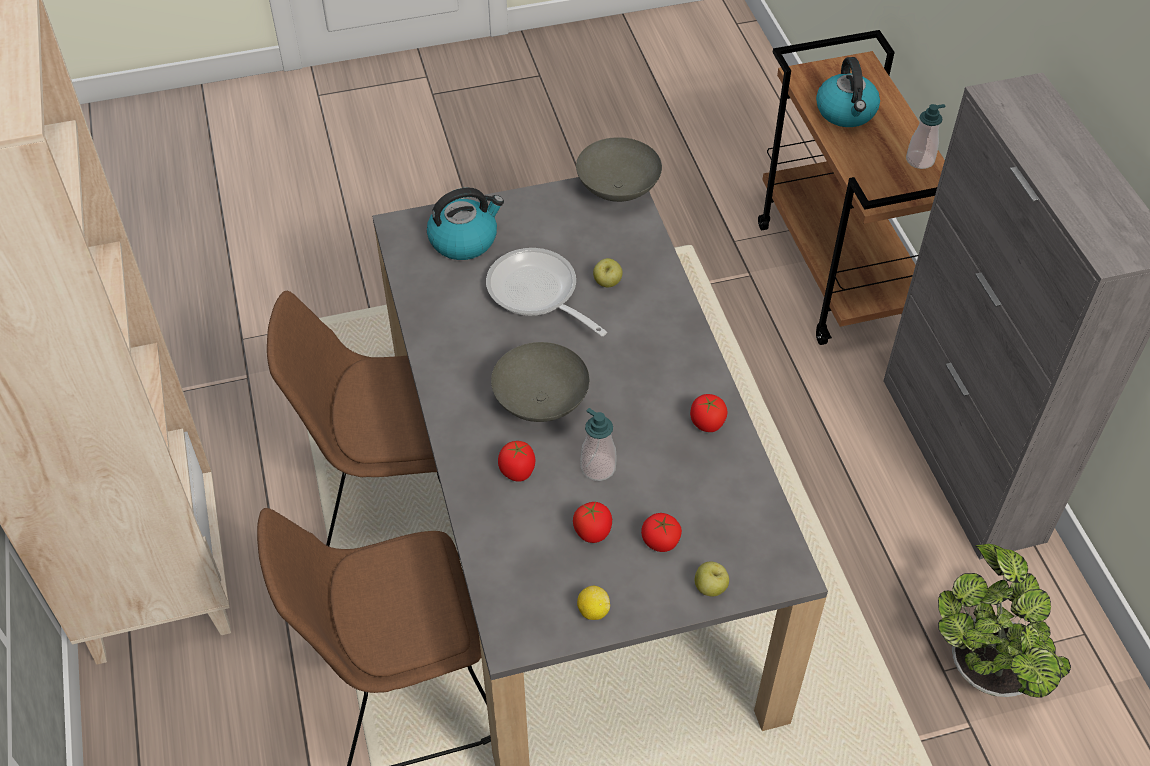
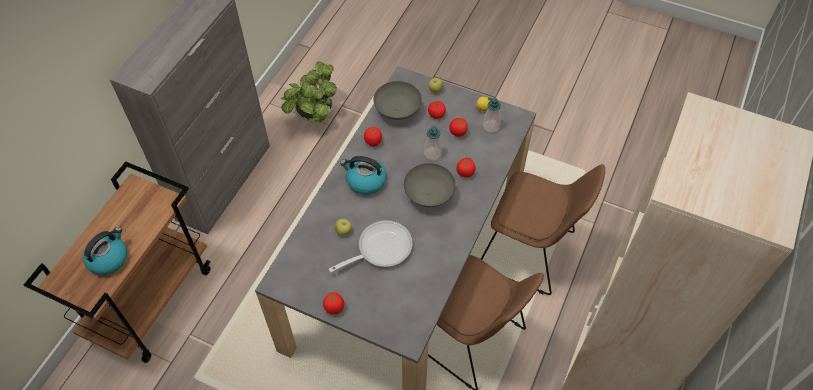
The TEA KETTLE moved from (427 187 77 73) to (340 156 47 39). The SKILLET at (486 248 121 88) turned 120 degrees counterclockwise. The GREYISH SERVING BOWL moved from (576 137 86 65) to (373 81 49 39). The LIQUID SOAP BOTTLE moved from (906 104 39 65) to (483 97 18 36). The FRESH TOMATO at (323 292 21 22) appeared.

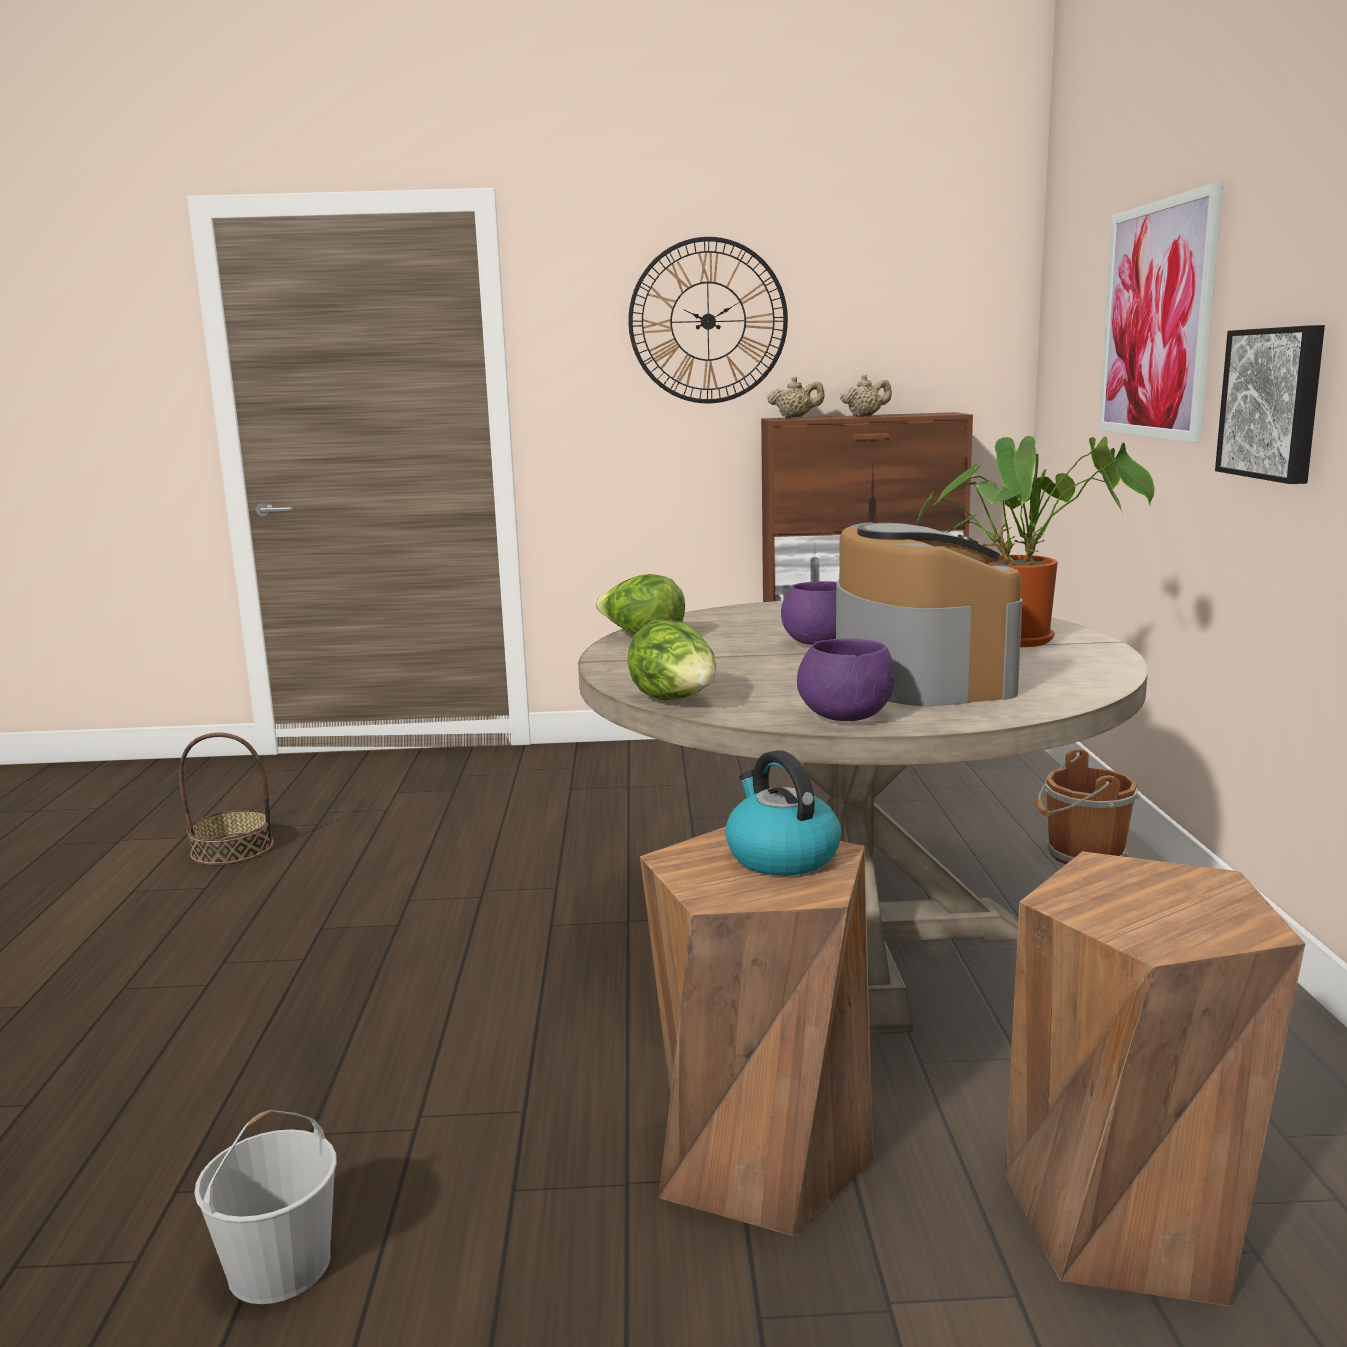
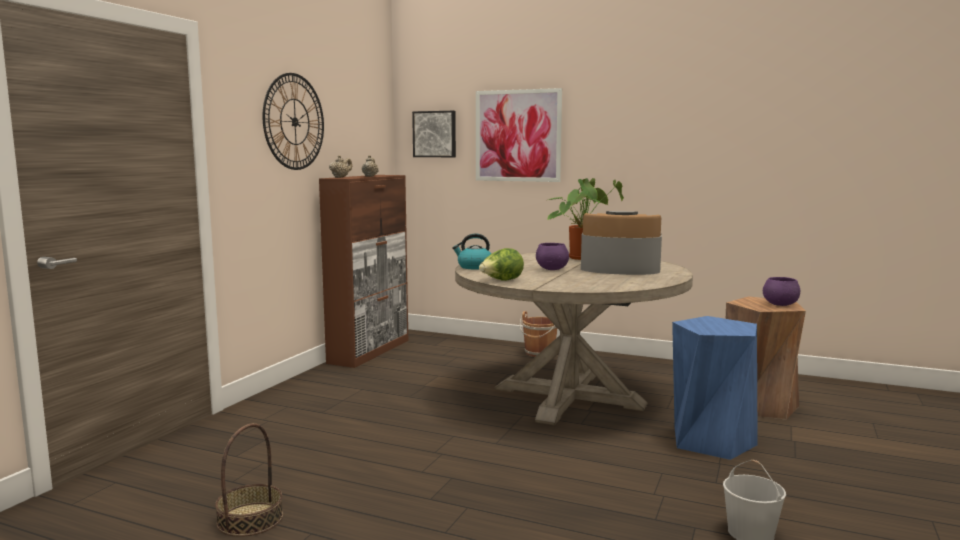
The LETTUCE HEAD at (627 620 89 80) disappeared. The BROWN-COLOURED STOOL at (640 827 233 409) became the BLUISH STOOL at (672 316 86 144). The TEA KETTLE moved from (725 750 116 126) to (452 233 39 36). The PURPLE SERVING BOWL moved from (797 638 98 83) to (763 277 37 29). The WALL PICTURE moved from (1215 325 110 159) to (412 111 44 46).

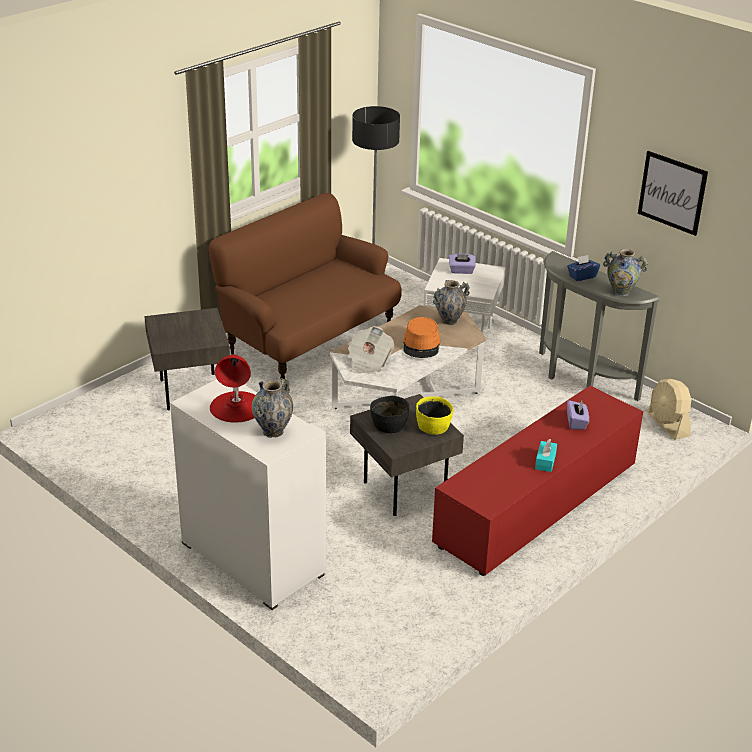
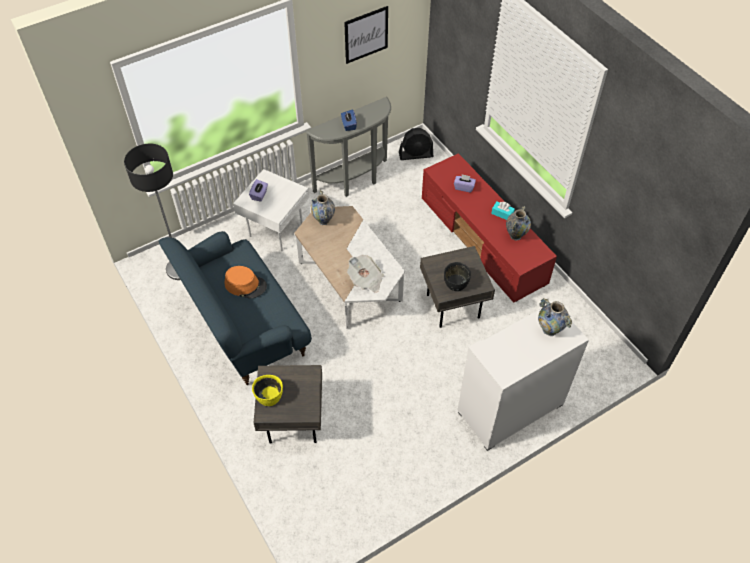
The BROWN-COLOURED SOFA at (209 193 193 186) became the BLUISH SOFA at (159 231 153 154). The REDDISH TABLETOP LAMP at (210 354 45 69) disappeared. The ORANGE WEARABLE HAT moved from (403 317 38 41) to (225 266 42 32). The YELLOW-COLOURED SERVING BOWL moved from (416 396 37 39) to (252 375 31 31). The VASE moved from (603 249 45 47) to (506 206 25 34). The BEIGE FAN at (647 379 44 61) became the BLACK FAN at (399 128 34 32).

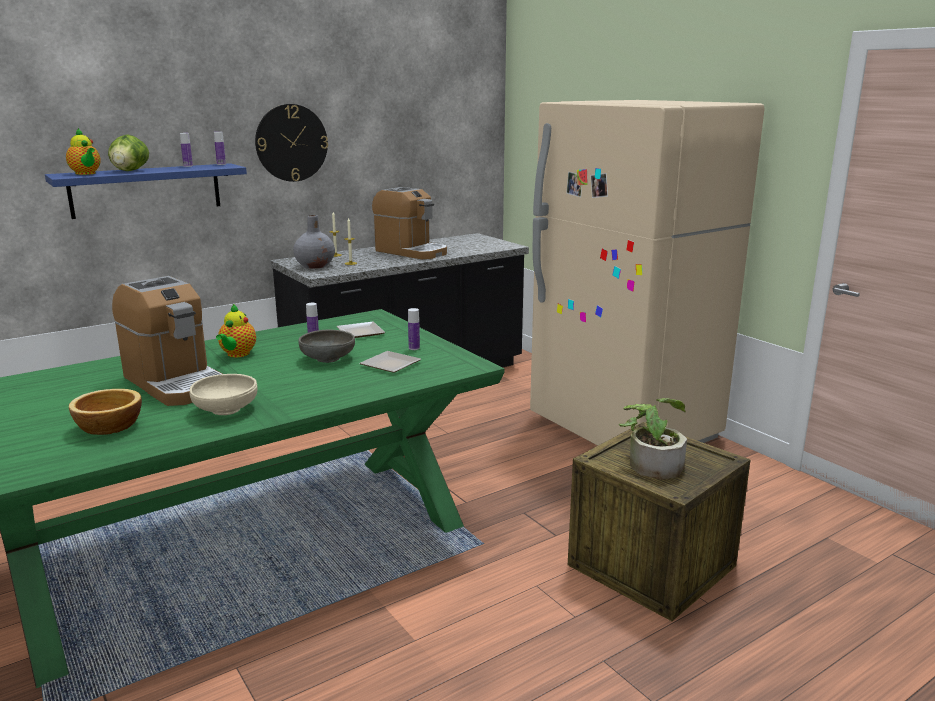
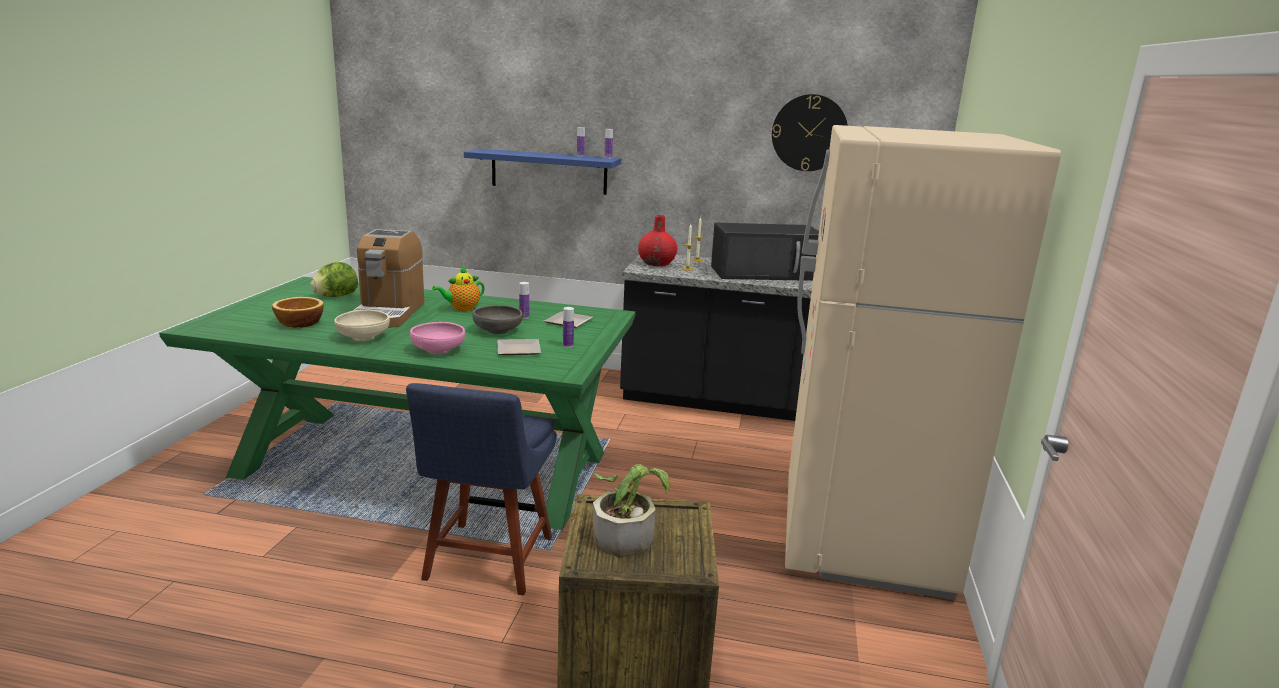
The TEA POT at (66 128 35 47) disappeared. The LETTUCE HEAD moved from (108 135 41 36) to (310 262 48 35). The CLOCK ON THE WALL moved from (255 104 73 78) to (772 94 76 77). The GREYISH VASE at (293 215 42 54) became the REDDISH VASE at (638 215 39 51). The COFFEE MAKER at (372 187 75 72) was replaced by the BLACK KITCHEN MICROWAVE at (711 223 108 58). The BLUISH PLAIN CHAIR at (406 383 151 212) appeared. The PINK SERVING BOWL at (410 322 55 32) appeared.

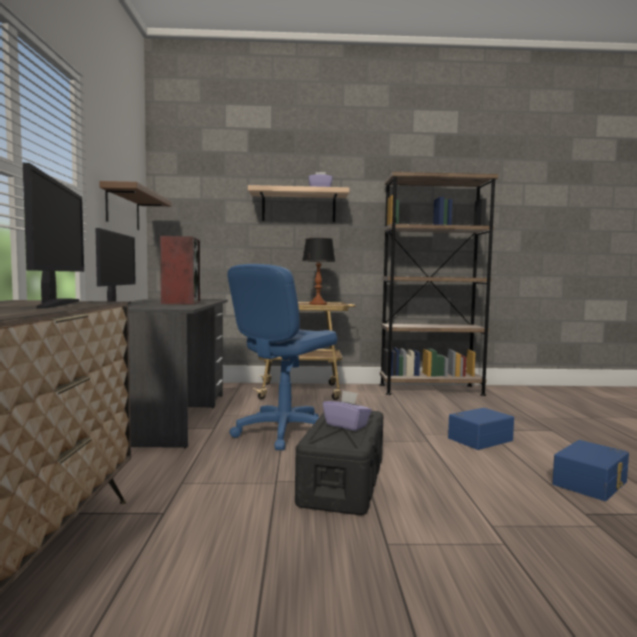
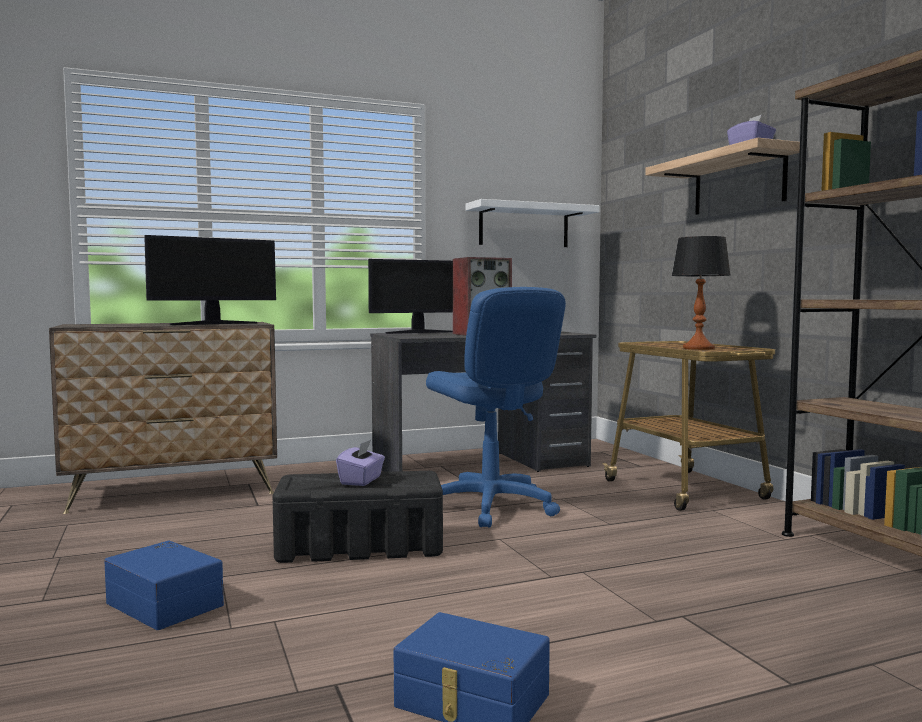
The BROWN-COLOURED SHELF at (99 181 72 49) became the WHITE-COLOURED SHELF at (465 199 134 48). The BLUISH COMPUTER CHAIR at (227 264 110 187) turned 135 degrees counterclockwise. The BLUISH STORAGE BOX moved from (448 408 66 42) to (104 541 120 89).

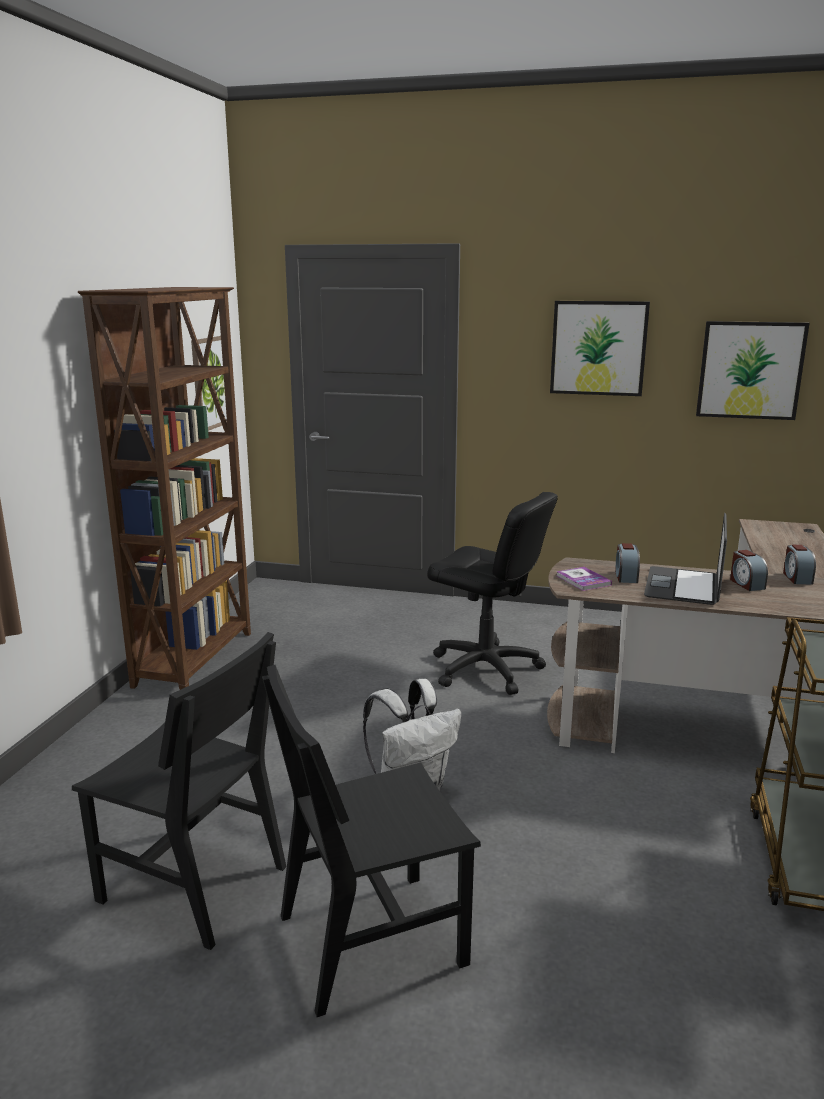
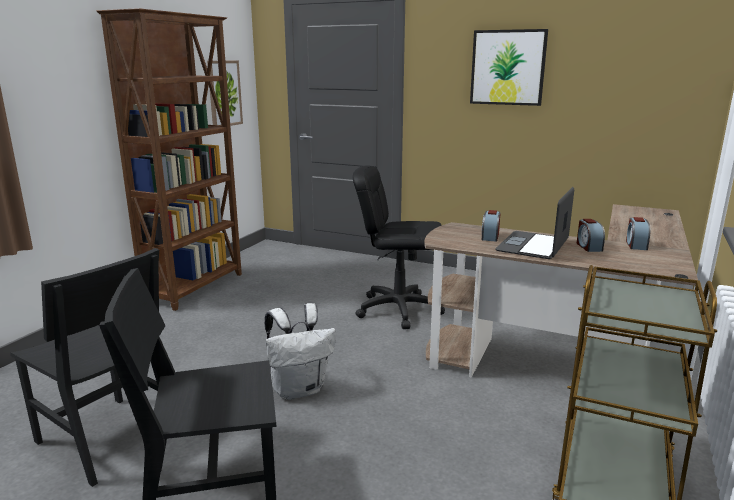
The BLACK COMPUTER CHAIR at (427 492 131 203) turned 150 degrees clockwise. The BOUND BOOK at (556 567 56 24) disappeared. The WALL PICTURE at (696 321 114 99) disappeared.

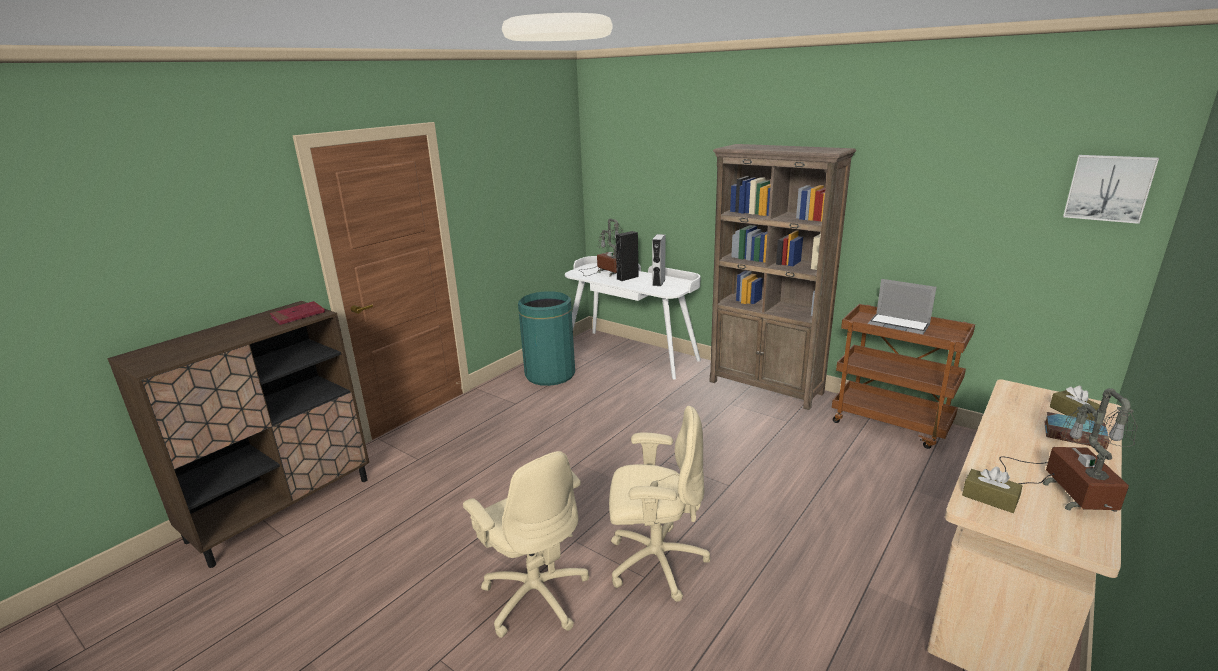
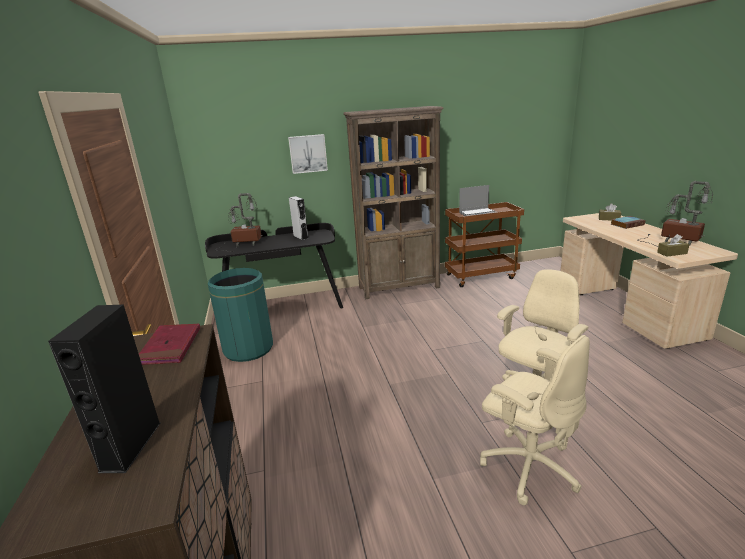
The BEIGE COMPUTER CHAIR at (463 451 126 187) turned 45 degrees clockwise. The WHITE-COLOURED DESK UNIT at (565 256 136 123) became the BLACK DESK UNIT at (205 223 138 85). The BLACK LOUDSPEAKER moved from (616 231 23 50) to (48 305 112 168). The WALL PICTURE moved from (1063 155 96 69) to (288 134 40 40).

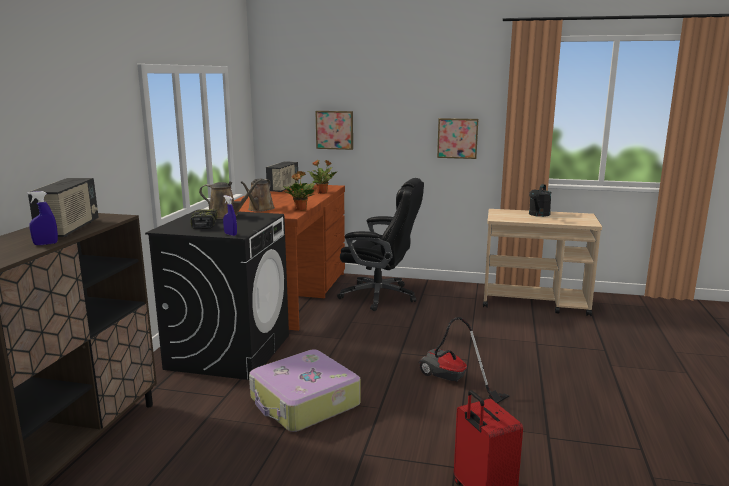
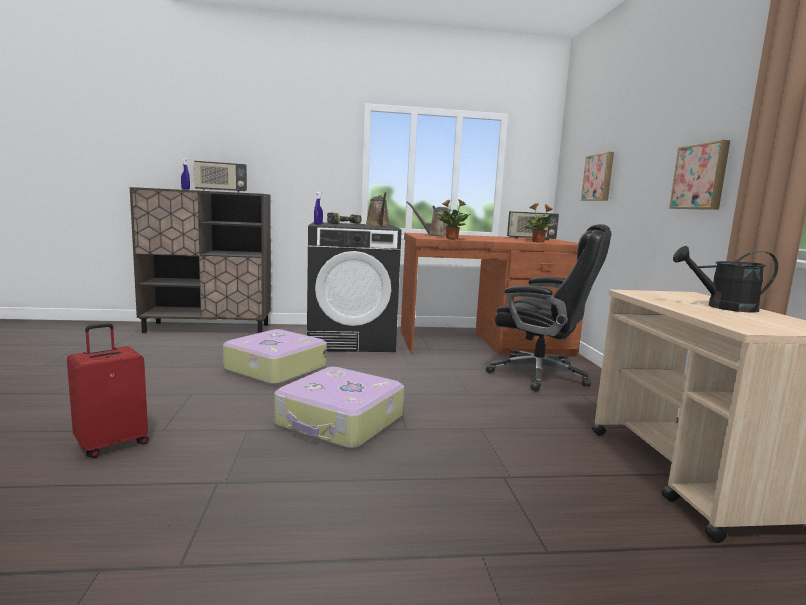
The BLACK COMPUTER CHAIR at (337 178 87 133) turned 60 degrees counterclockwise. The VACUUM at (419 317 91 87) was replaced by the PIECE OF LUGGAGE at (274 367 130 82).

